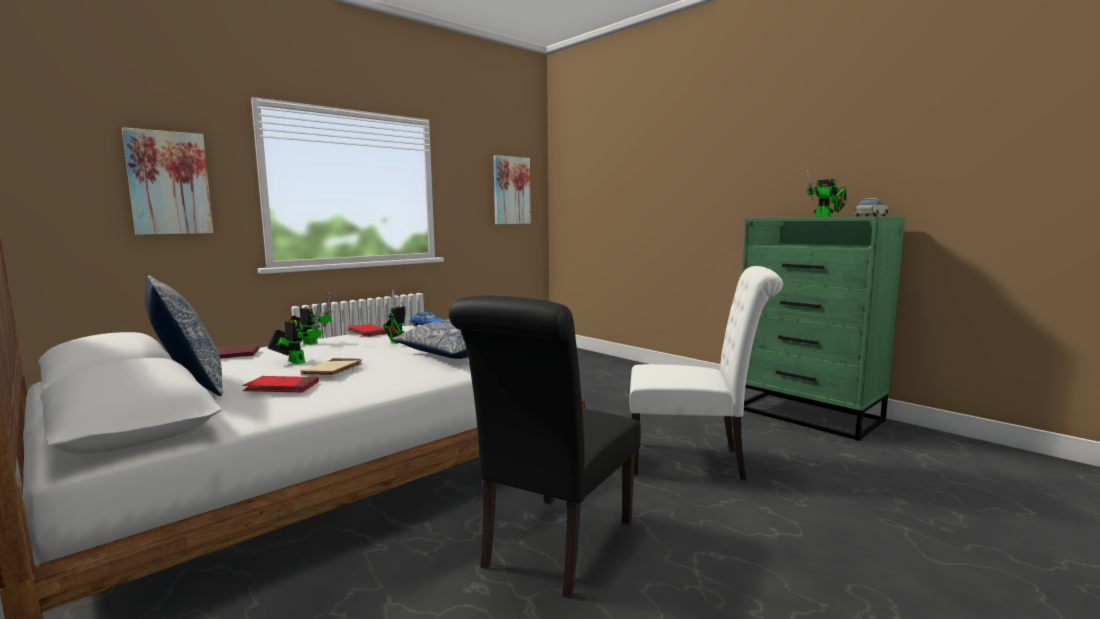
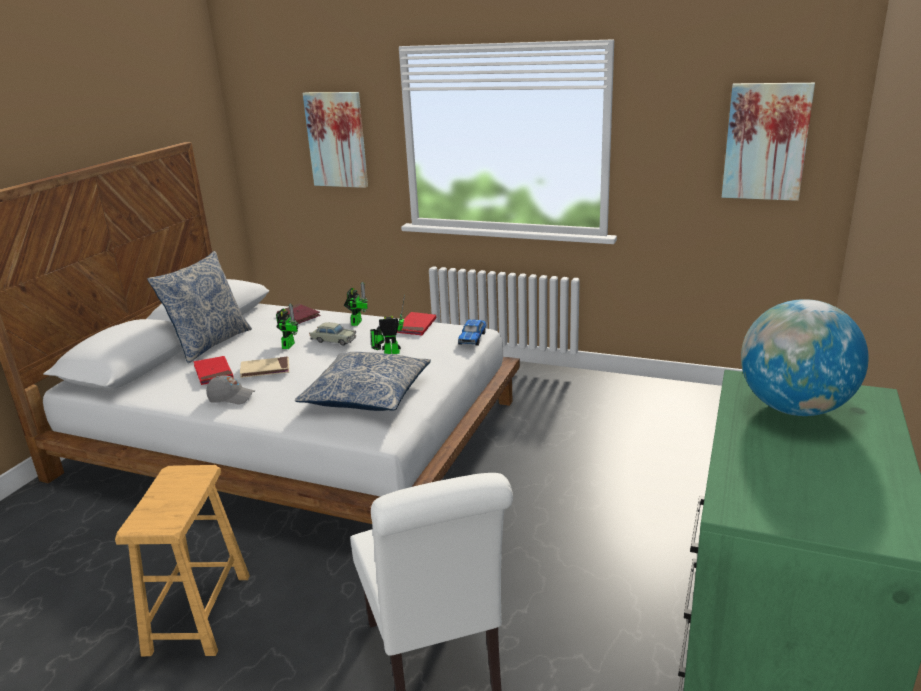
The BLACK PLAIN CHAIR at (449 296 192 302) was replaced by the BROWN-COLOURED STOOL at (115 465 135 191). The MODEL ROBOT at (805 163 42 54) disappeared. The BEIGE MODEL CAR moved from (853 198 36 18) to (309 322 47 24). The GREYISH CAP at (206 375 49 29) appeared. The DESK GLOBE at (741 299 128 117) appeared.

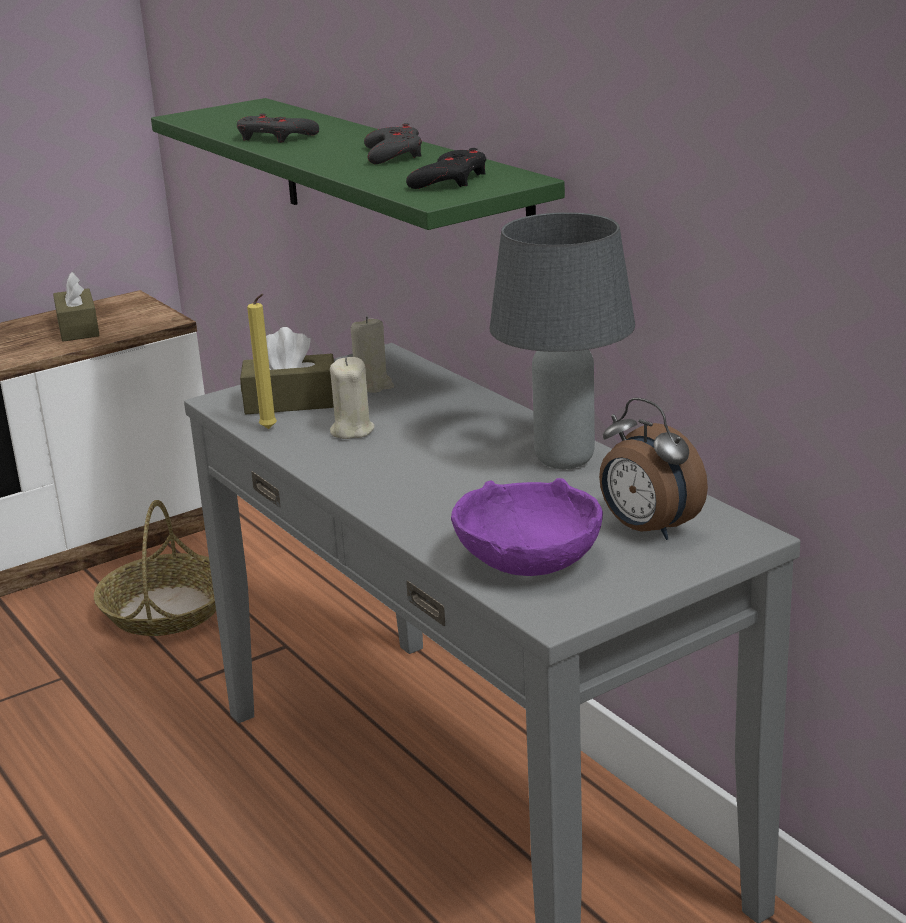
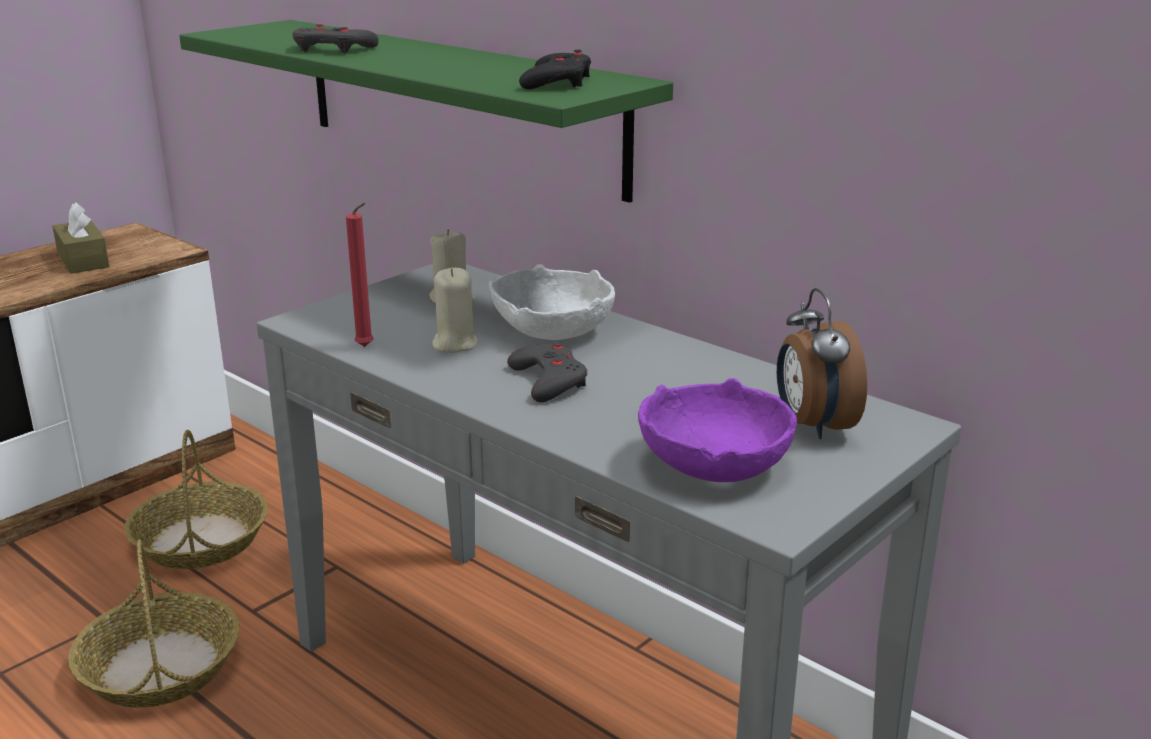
The BROWN-COLOURED TISSUE HOLDER at (240 327 94 87) disappeared. The YELLOW-COLOURED WAX CANDLE at (247 294 30 135) became the REDDISH WAX CANDLE at (346 203 27 144). The GREYISH GAMEPAD moved from (364 123 58 41) to (507 342 80 60). The GREYISH TABLETOP LAMP at (490 212 145 257) disappeared. The TABLE CLOCK at (599 397 109 143) turned 45 degrees clockwise. The BASKET at (68 539 171 169) appeared. The WHITE-COLOURED SERVING BOWL at (489 265 126 75) appeared.

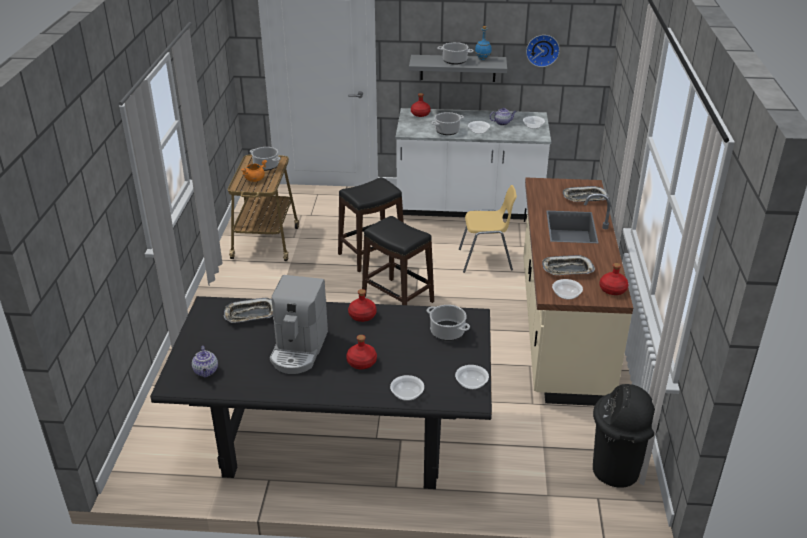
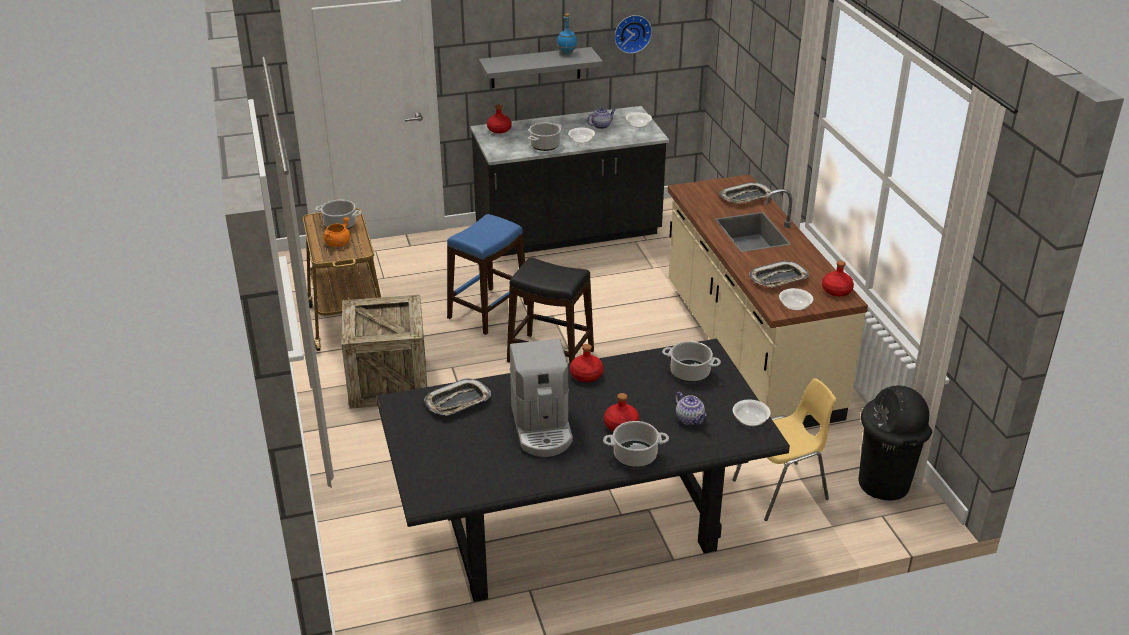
The TEA POT moved from (192 346 26 31) to (675 392 32 33). The BLACK STOOL at (338 177 66 95) became the BLUISH STOOL at (447 214 80 121). The SERVING BOWL at (390 375 34 26) disappeared. The WHITE-COLOURED KITCHEN BASE UNIT at (395 108 156 112) became the BLACK KITCHEN BASE UNIT at (470 106 199 150). The STOCKPOT moved from (437 42 37 23) to (603 421 66 46). The YELLOW-COLOURED PLAIN CHAIR moved from (459 185 58 88) to (733 378 103 143). The SHIPPING CRATE at (341 295 86 114) appeared.

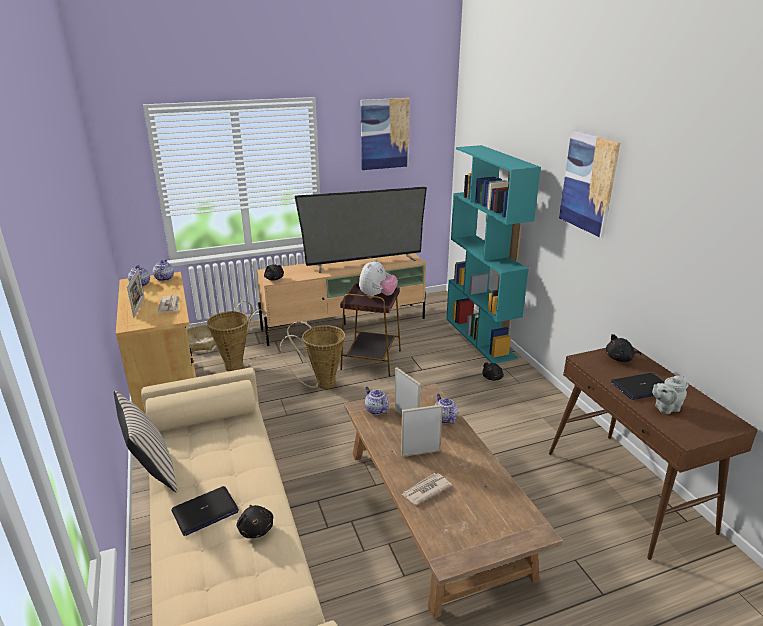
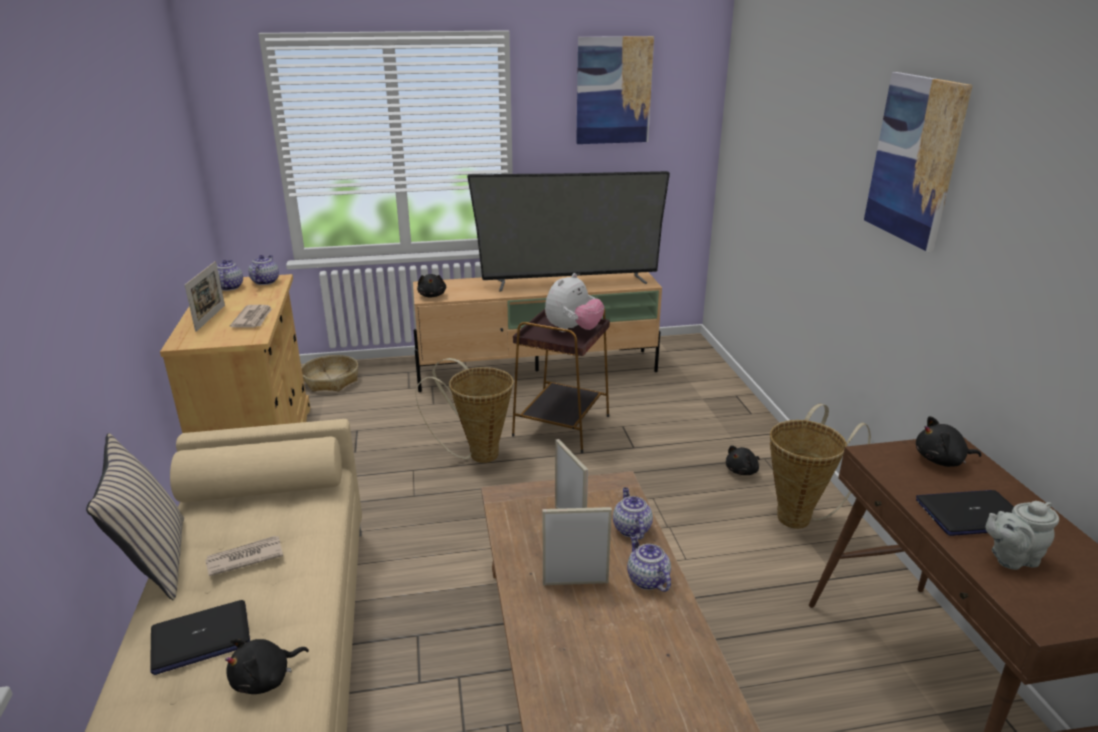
The BASKET moved from (207 301 62 70) to (770 404 101 125). The BLACK CUDDLY TOY at (237 505 36 33) turned 60 degrees clockwise. The TEA POT moved from (365 387 24 28) to (627 535 44 57). The NEWSPAPER moved from (401 473 51 32) to (205 536 78 40). The BLUE-GREEN SHELVING UNIT at (446 145 95 218) disappeared.

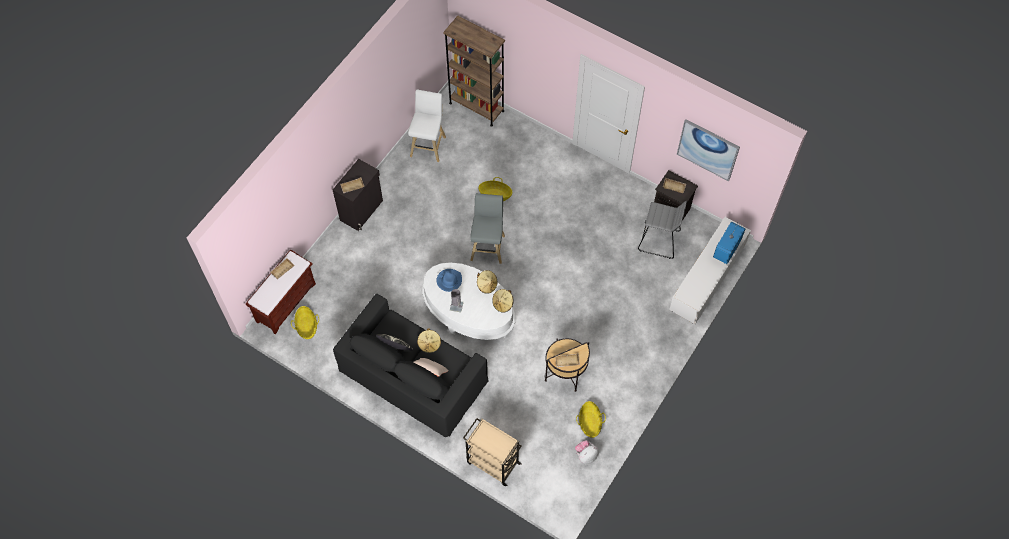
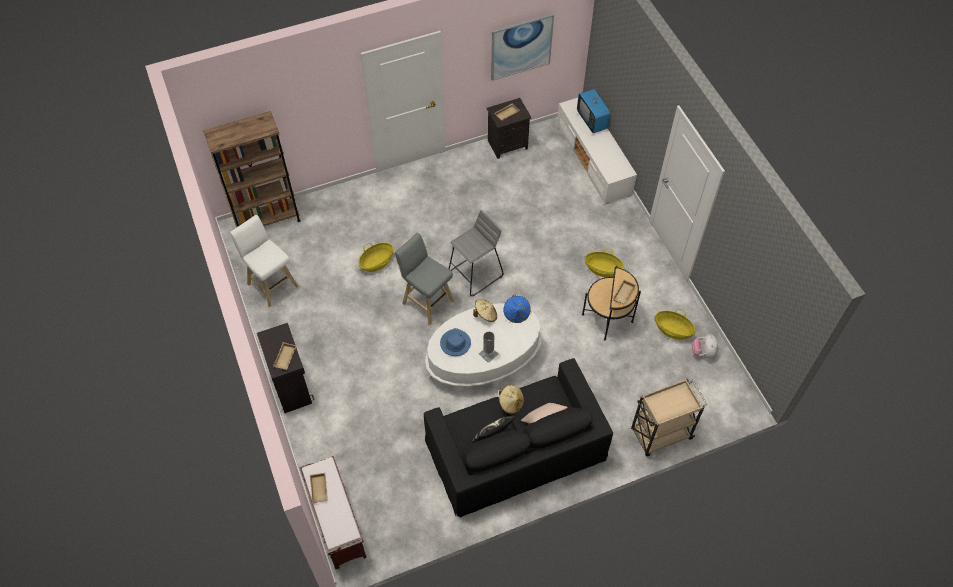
The BASKET moved from (291 306 28 33) to (585 248 39 29). The BEIGE WEARABLE HAT at (492 289 22 24) became the BLUISH WEARABLE HAT at (503 295 28 28). The GREYISH STOOL moved from (638 201 49 58) to (449 210 55 86).

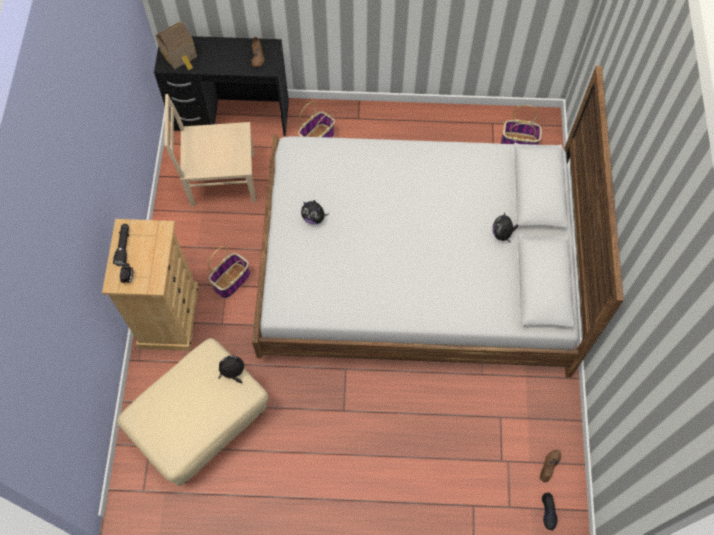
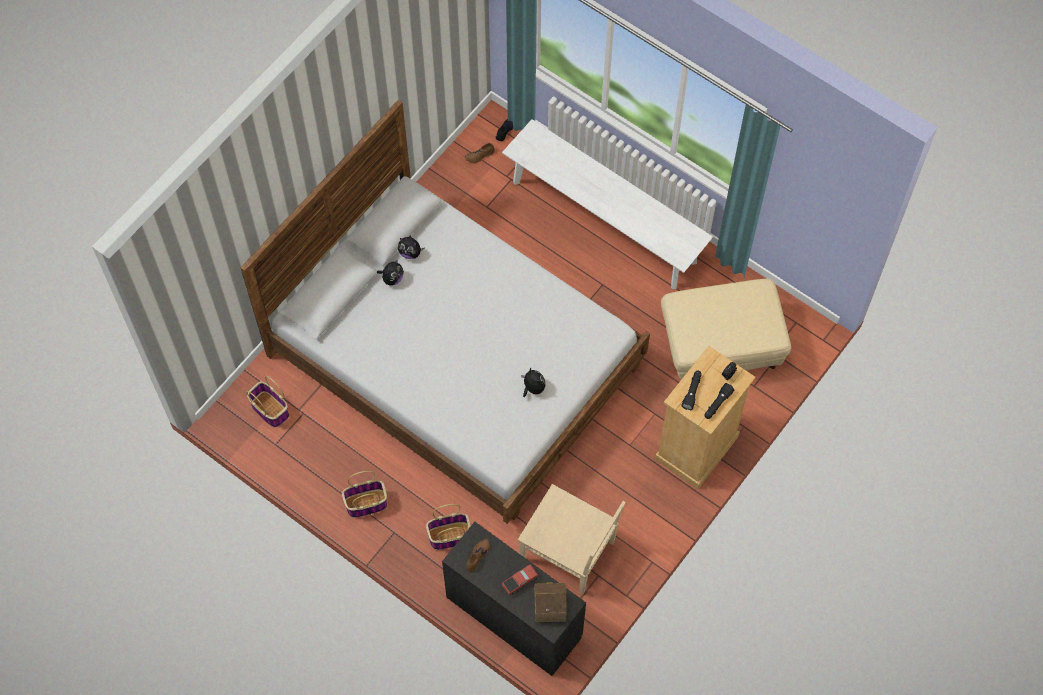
The BASKET moved from (208 246 42 52) to (342 471 46 47). The CUDDLY TOY moved from (219 355 25 28) to (398 235 27 24). The WHITE-COLOURED INDOOR BENCH at (502 119 211 170) appeared. The TOY TRUCK at (502 564 36 31) appeared. The BLACK TORCH at (681 371 21 39) appeared.

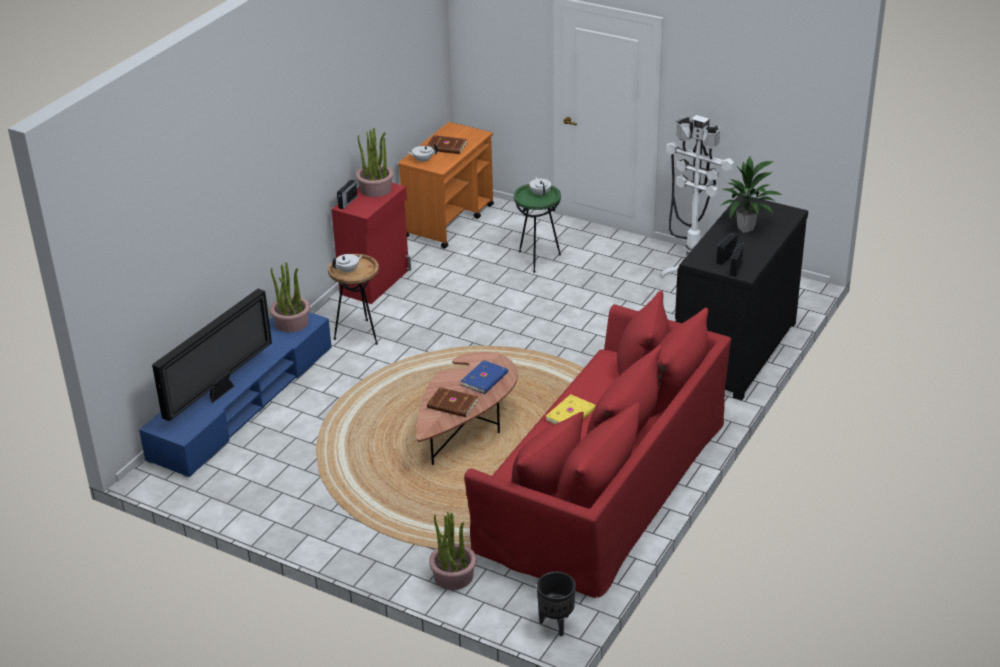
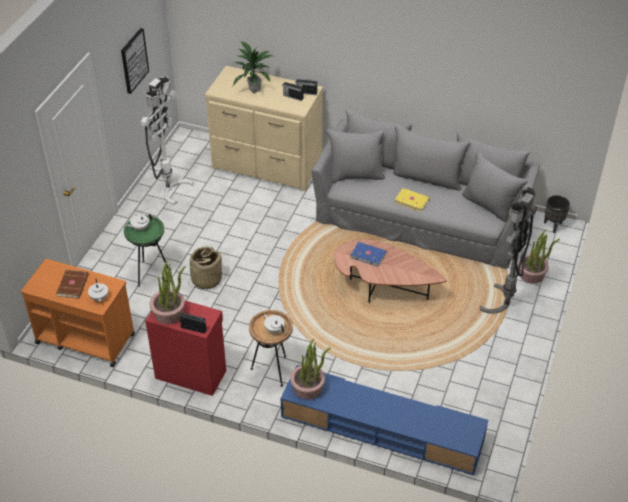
The TV SET at (152 289 120 132) disappeared. The BROWN-COLOURED BOUND BOOK at (427 387 51 30) disappeared. The REDDISH SOFA at (464 290 267 308) became the GREYISH SOFA at (311 109 229 160). The BLACK DRAWER CHEST at (675 195 133 205) became the BEIGE DRAWER CHEST at (205 66 118 125). The WALL PICTURE at (121 28 28 66) appeared. The BASKET at (187 247 35 42) appeared. The GREYISH FLOOR LAMP at (480 187 57 127) appeared.

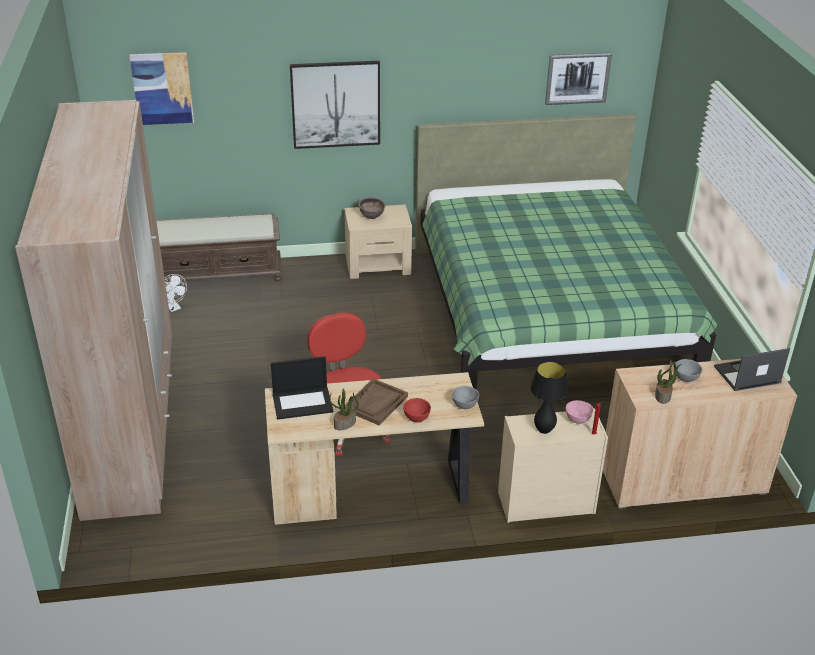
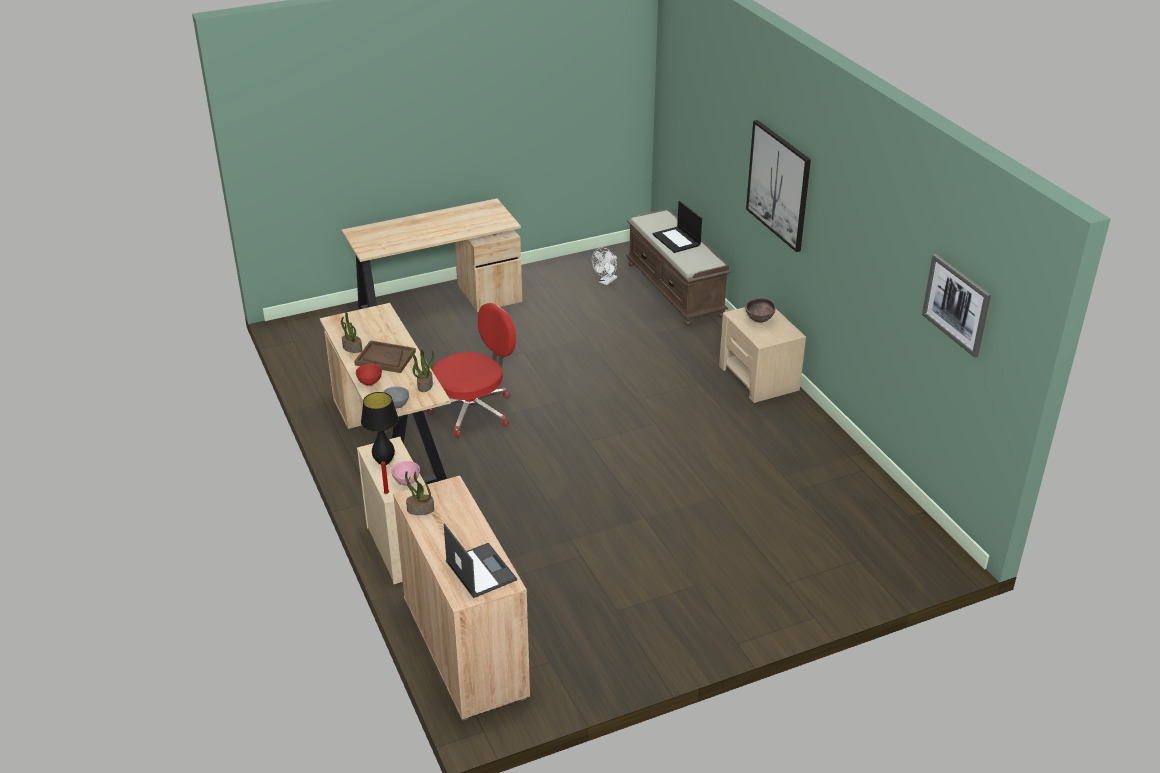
The BEIGE ARMOIRE at (15 100 157 421) was replaced by the BEIGE DESK UNIT at (342 199 180 113). The WALL PICTURE at (129 52 65 73) disappeared. The LAPTOP moved from (271 356 62 64) to (652 201 50 52). The GREEN-COLOURED BED at (415 114 302 276) disappeared. The GREYISH SERVING BOWL at (676 359 27 23) disappeared. The HOUSEPLANT at (410 349 24 43) appeared.

